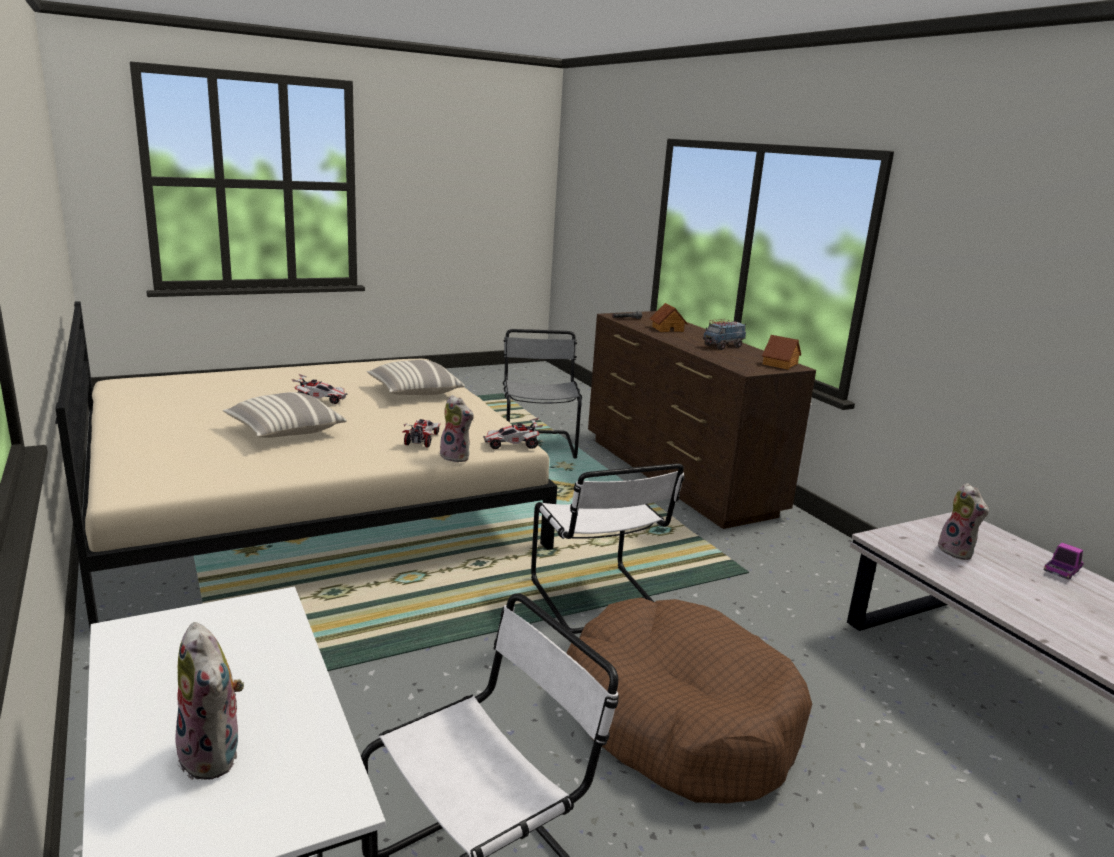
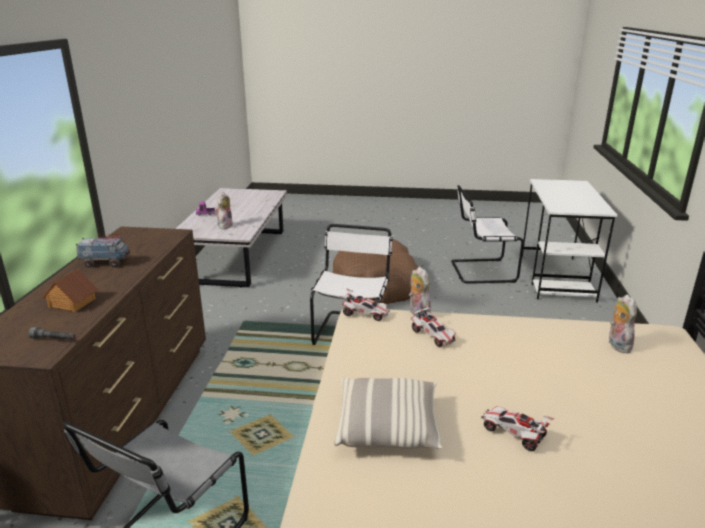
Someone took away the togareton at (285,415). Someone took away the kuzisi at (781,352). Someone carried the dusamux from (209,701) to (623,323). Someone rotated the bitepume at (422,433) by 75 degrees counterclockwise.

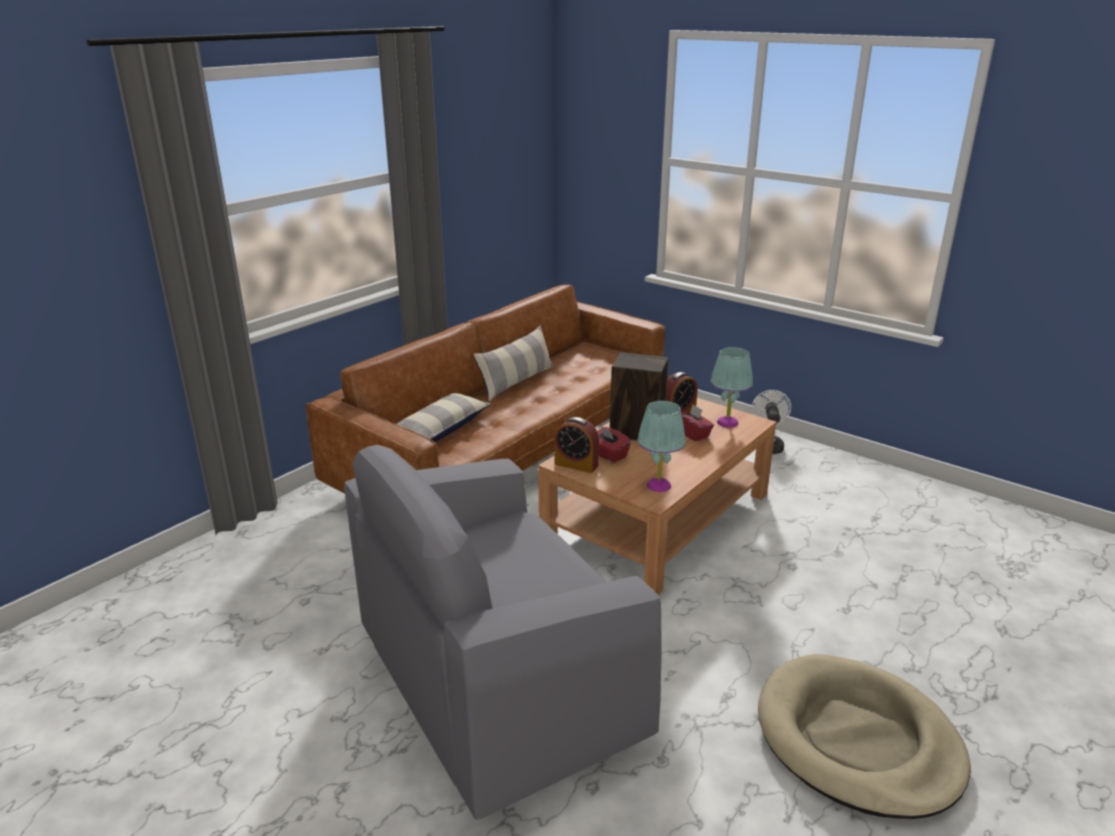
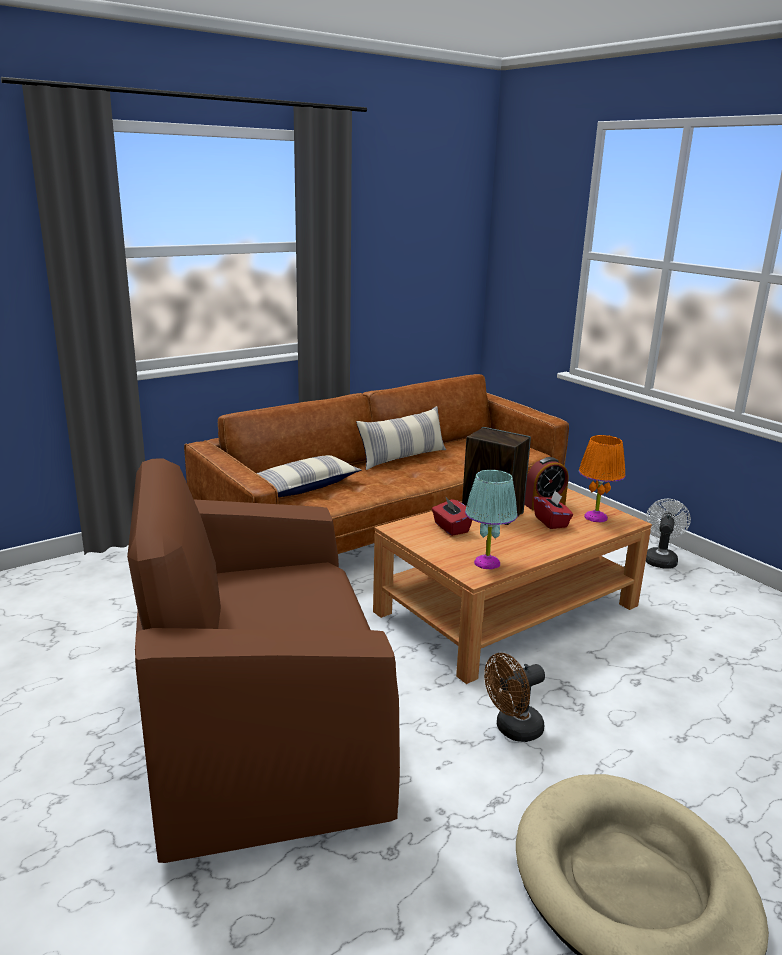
Someone took away the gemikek at (576,445). Someone put down the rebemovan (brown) at (514,697). Someone repainted the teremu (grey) at (503,632), which became the teremu (brown) at (263,660). Someone repainted the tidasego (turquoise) at (731,387), which became the tidasego (orange) at (602,478).

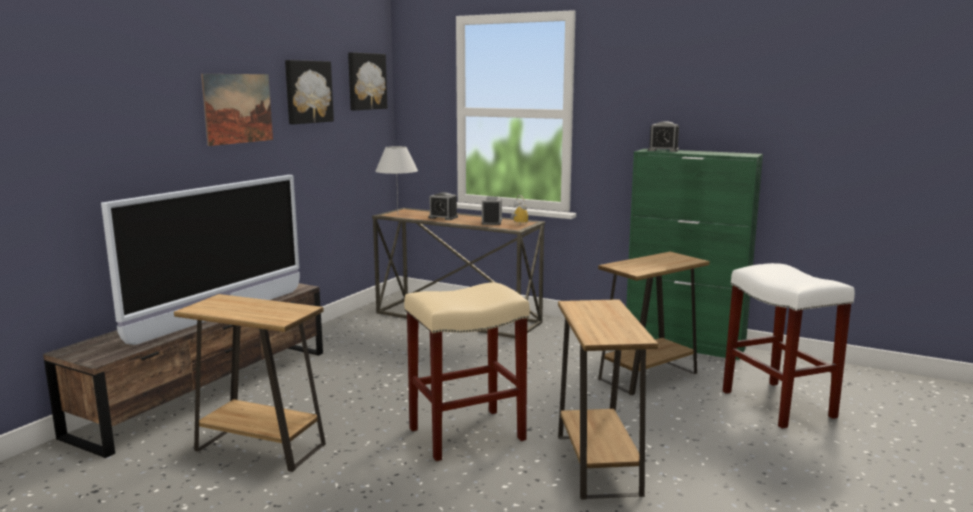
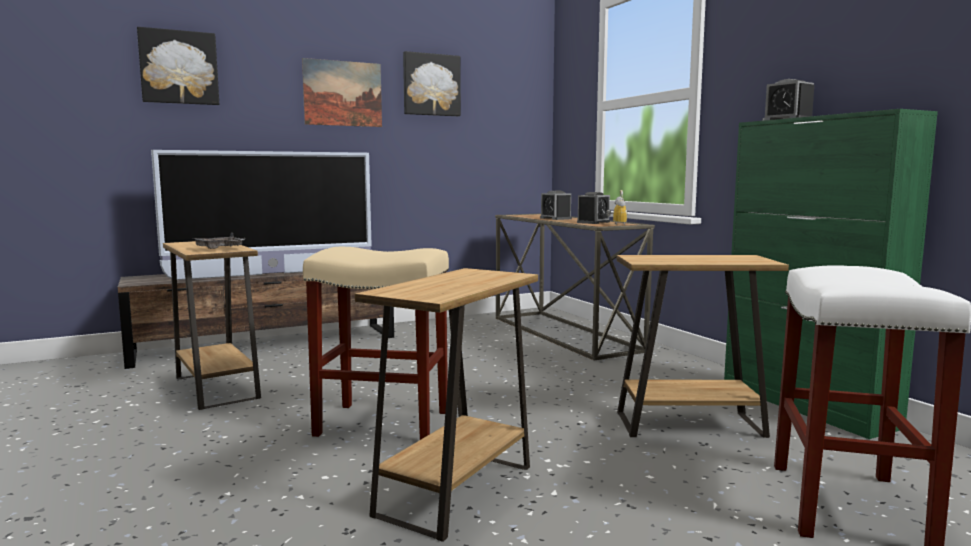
Someone took away the tidasego (white) at (396,176). Someone put down the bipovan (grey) at (219,241). Someone carried the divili from (367,81) to (178,66).

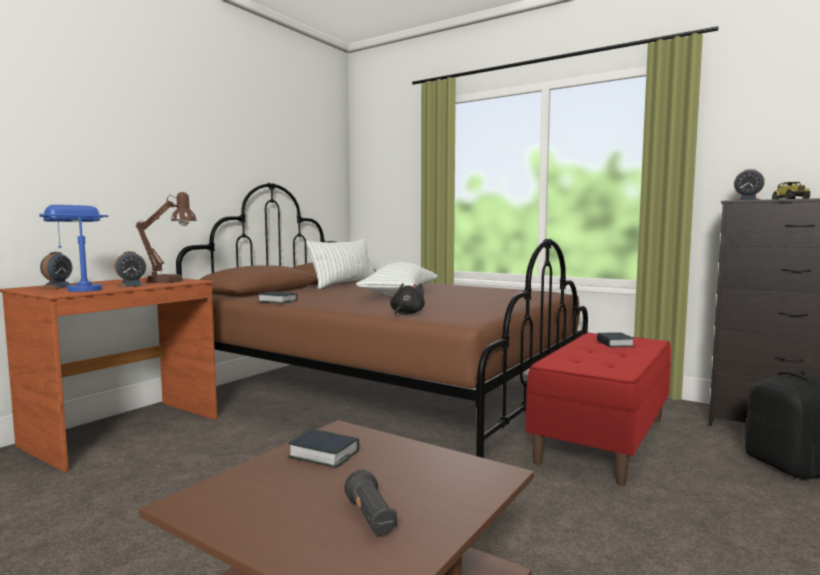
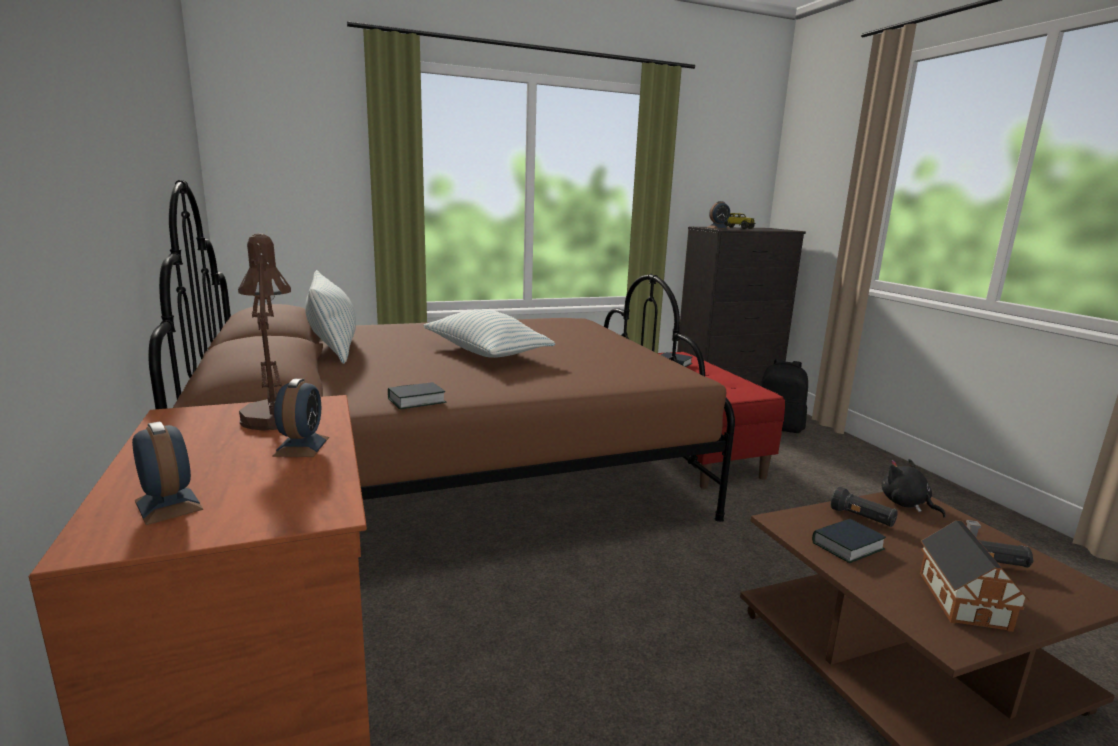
Someone took away the tidasego (blue) at (73,248). Someone put down the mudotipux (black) at (864,507). Someone put down the kuzisi at (975,576). Someone carried the dusamux (black) from (407,299) to (913,488).

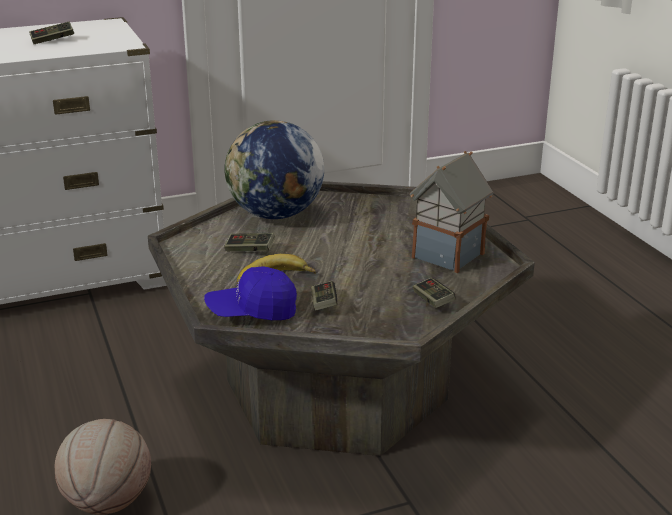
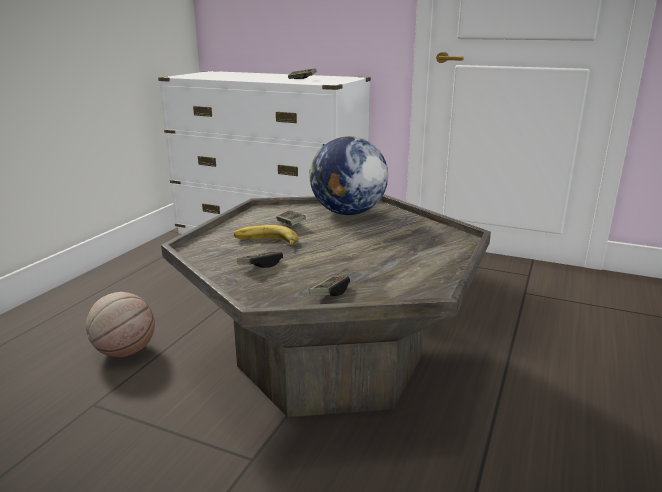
Someone took away the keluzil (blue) at (250,293). Someone took away the kuzisi at (451,212).

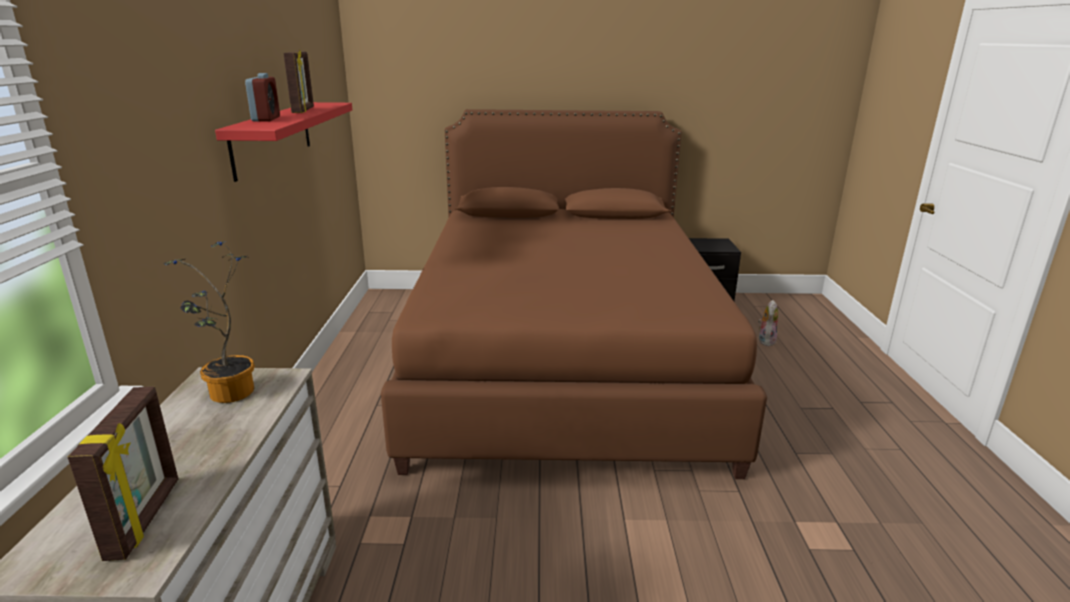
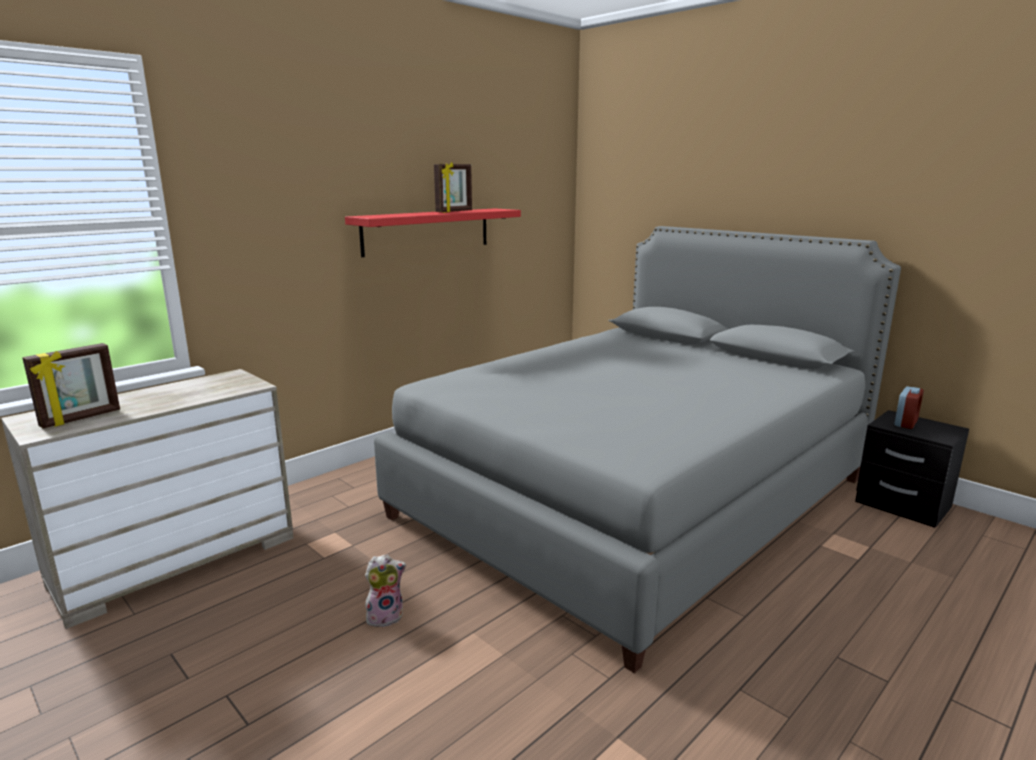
Someone took away the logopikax at (209,322). Someone carried the gemikek from (262,97) to (909,407). Someone carried the dusamux from (768,323) to (385,590). Someone repainted the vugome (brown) at (574,294), which became the vugome (grey) at (637,449).

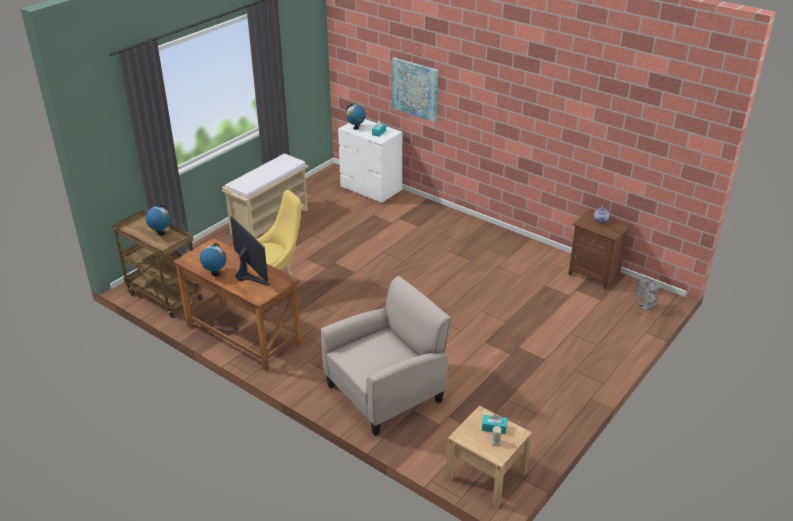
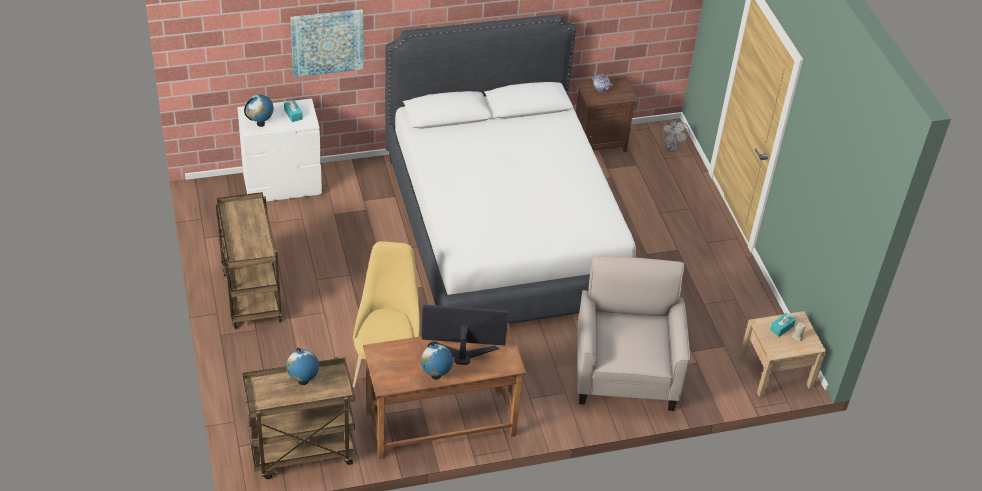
Someone put down the vugome (white) at (510,169). Someone swapped the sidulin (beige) at (265,196) for the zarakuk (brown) at (248,260).

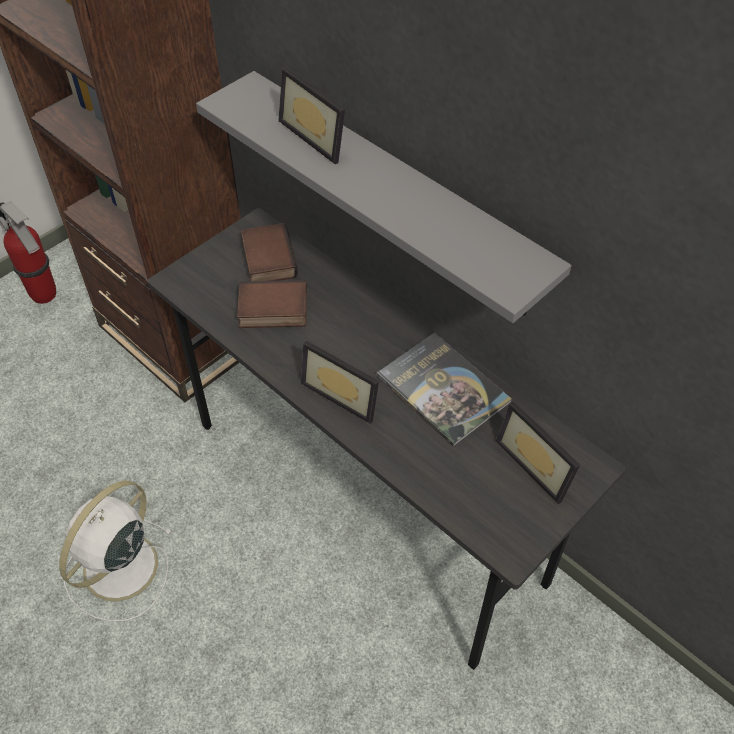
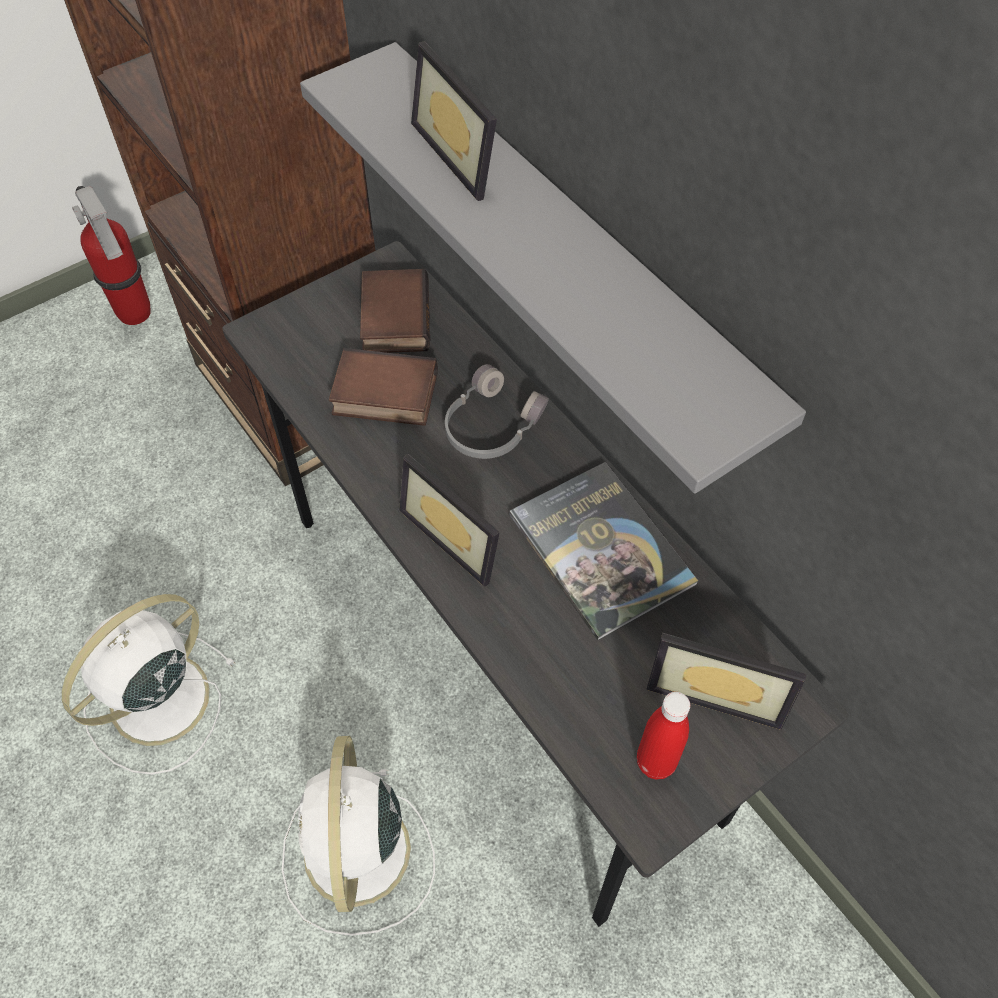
Someone put down the rebemovan (white) at (358,836). Someone put down the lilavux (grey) at (497,411). Someone put down the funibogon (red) at (663,735). Someone rotated the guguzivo at (537,452) by 45 degrees counterclockwise.

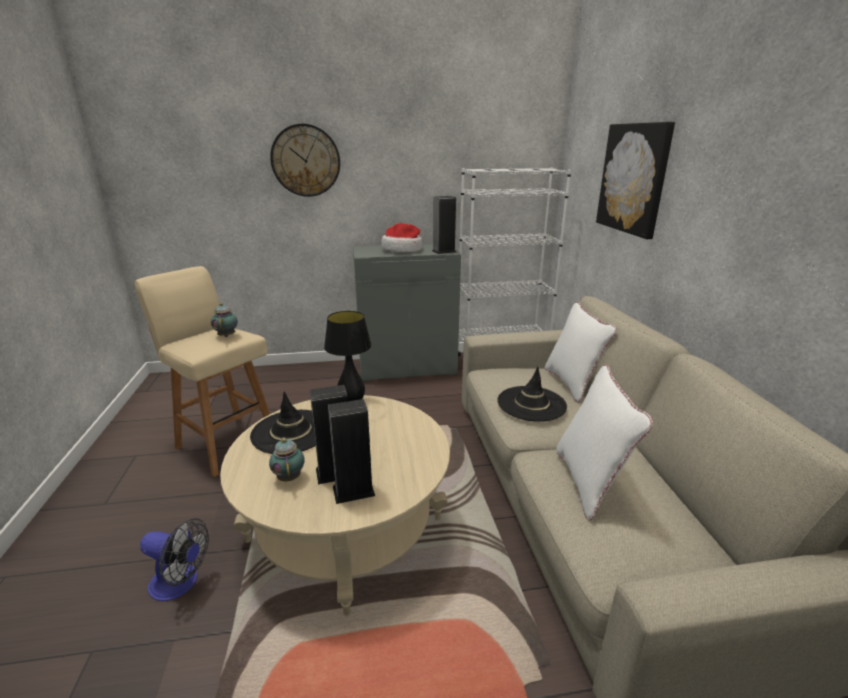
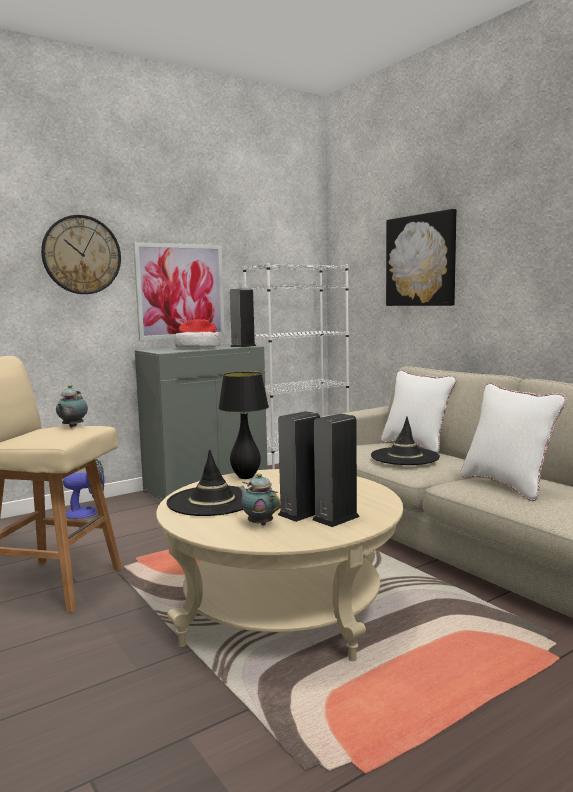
Someone put up the divili at (179,291). Someone carried the rebemovan from (174,559) to (83,489). Someone rotated the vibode at (224,320) by 135 degrees counterclockwise.

